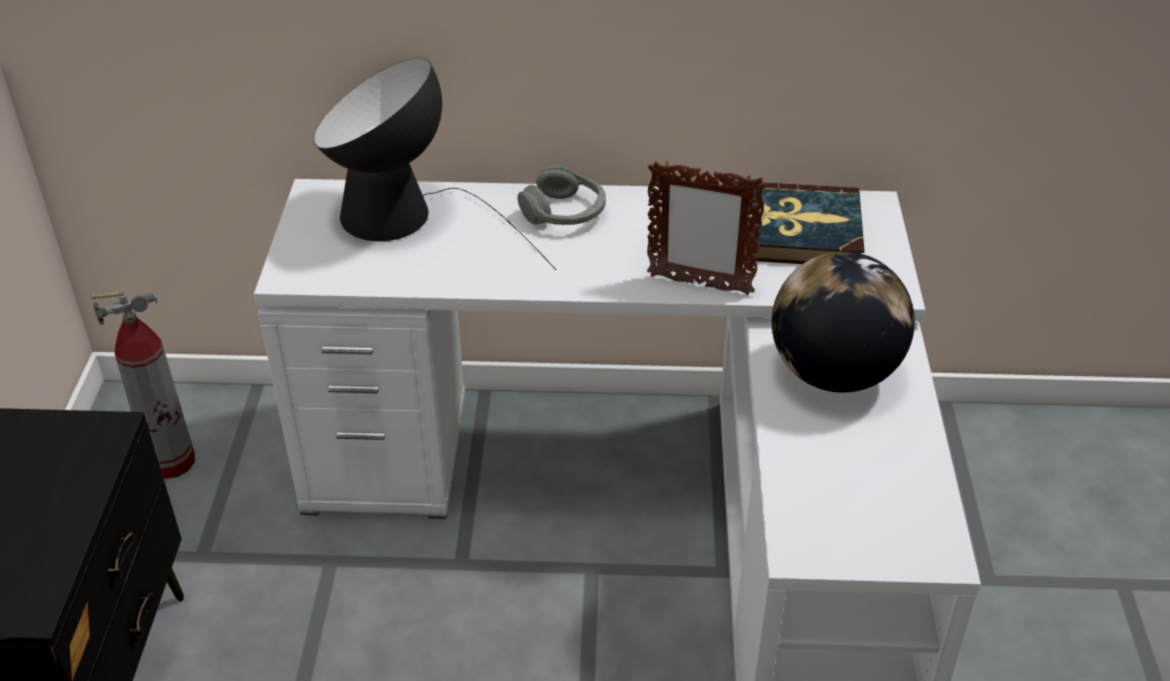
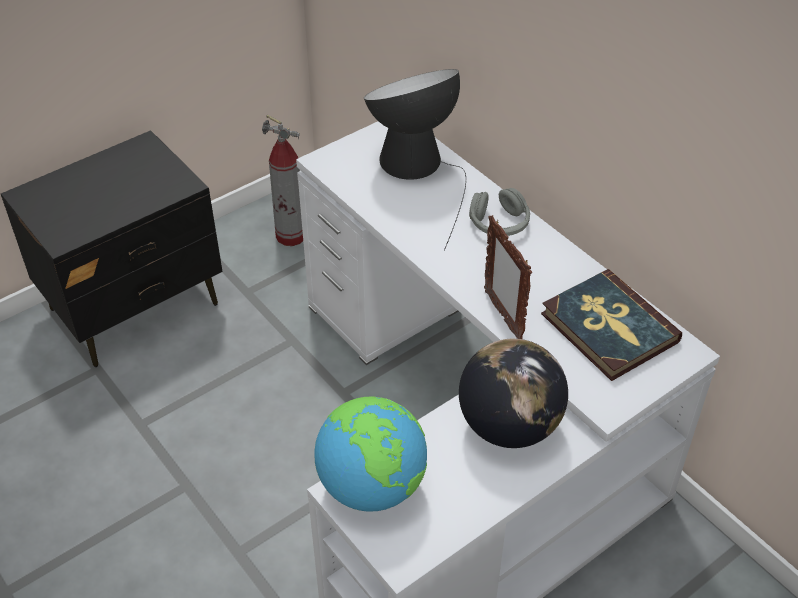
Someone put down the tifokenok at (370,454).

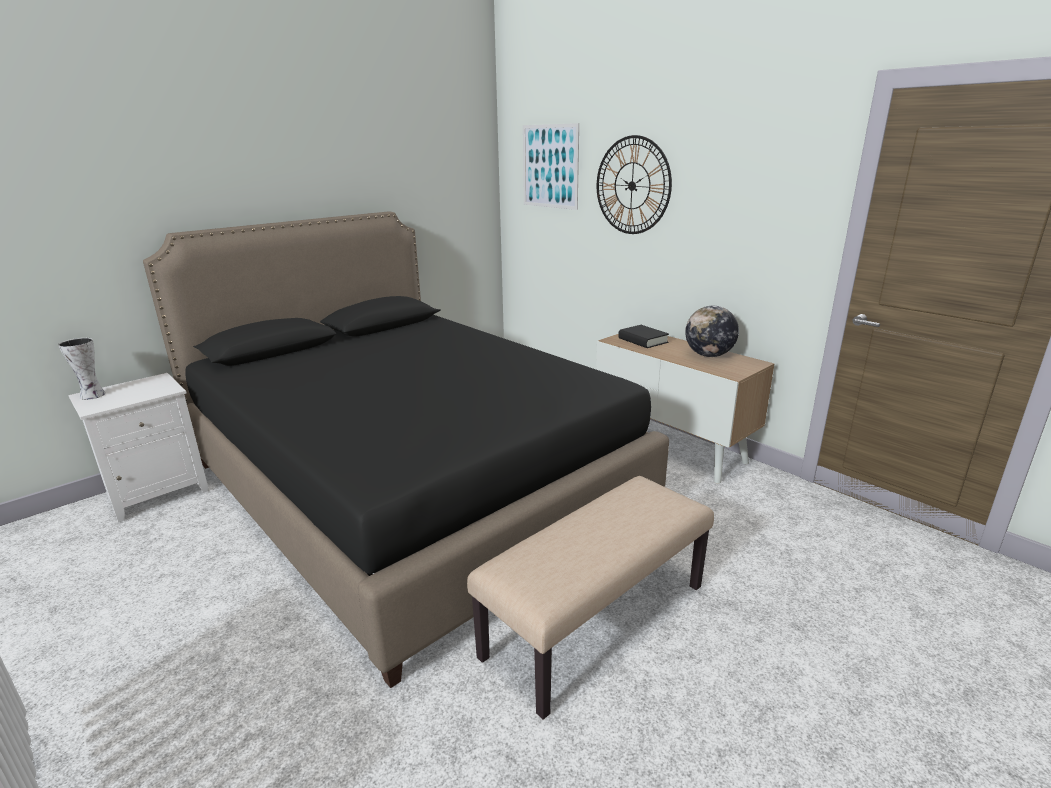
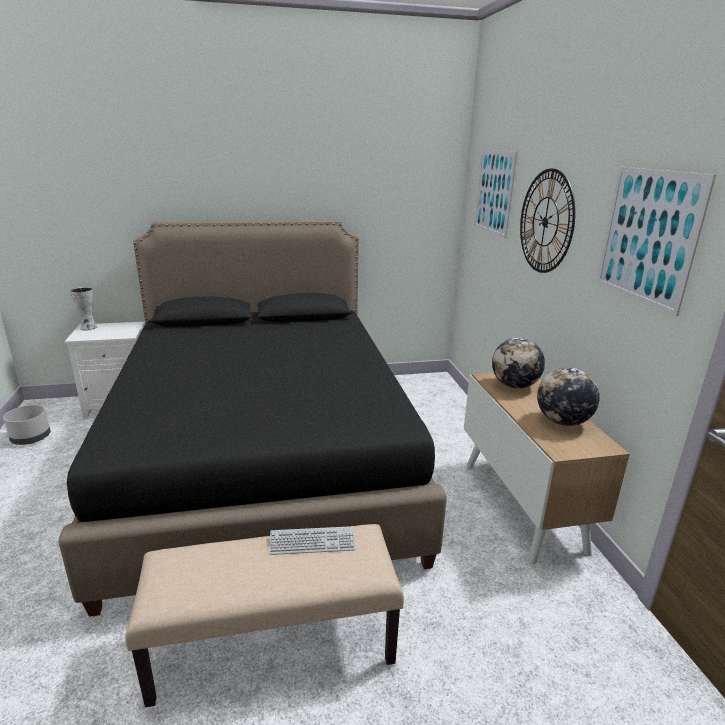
Someone put down the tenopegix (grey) at (26,425). Someone put down the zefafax at (312,540). Someone put up the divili at (656,241). Someone swapped the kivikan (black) at (643,336) for the tifokenok at (518,363).

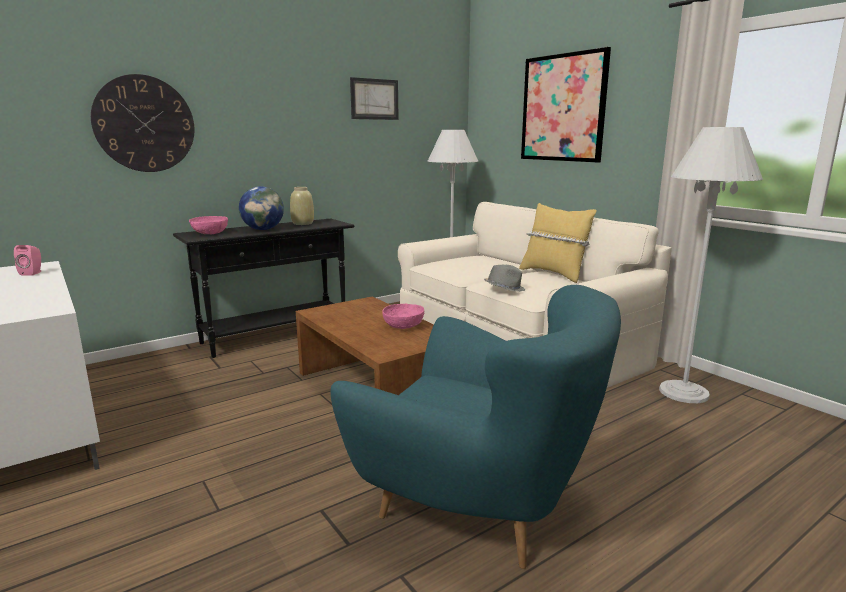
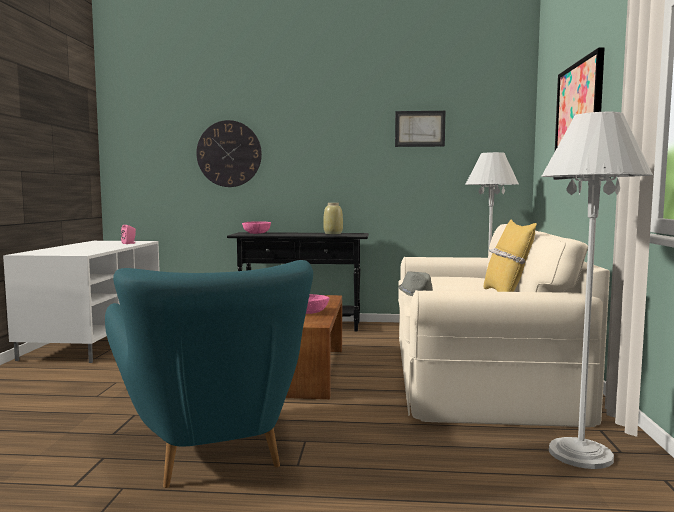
Someone took away the tifokenok at (261,208).

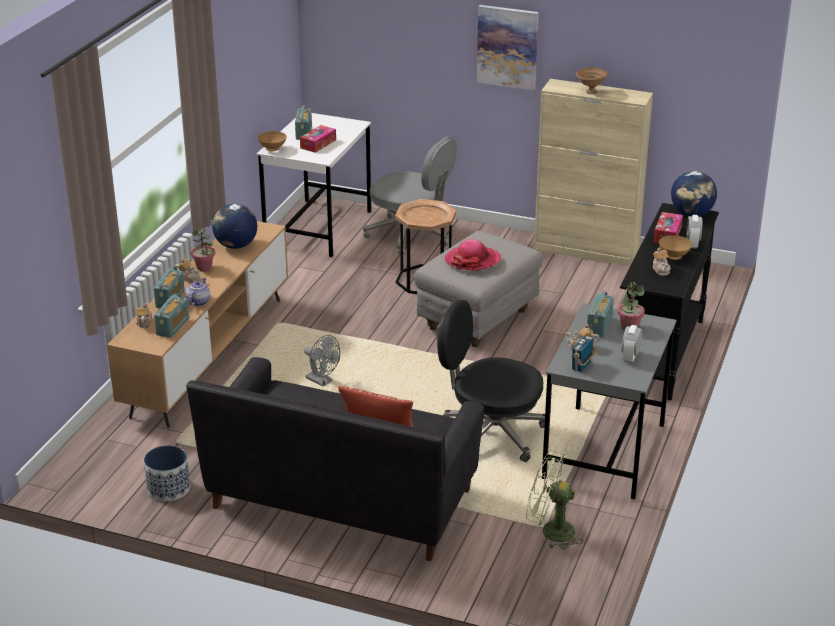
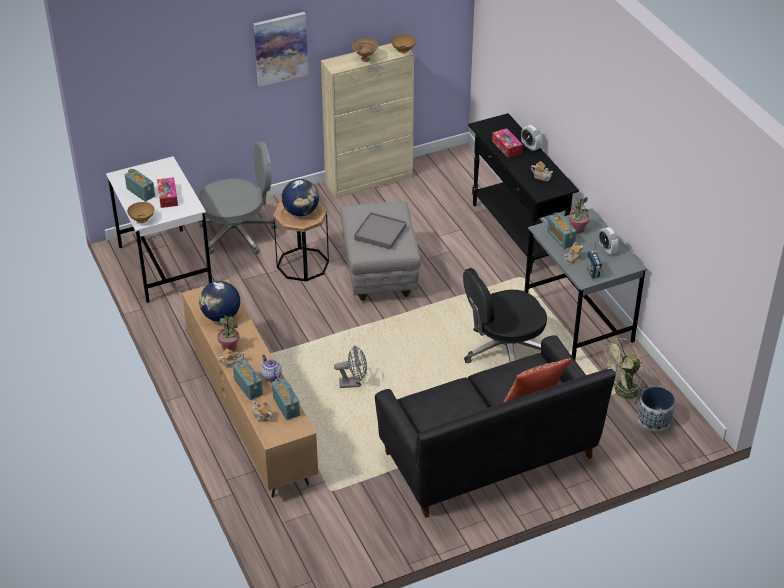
Someone carried the tenopegix from (167,473) to (656,409). Someone carried the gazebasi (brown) from (675,247) to (403,43). Someone carried the tifokenok from (694,193) to (300,197). Someone swapped the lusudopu at (472,255) for the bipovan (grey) at (380,231).

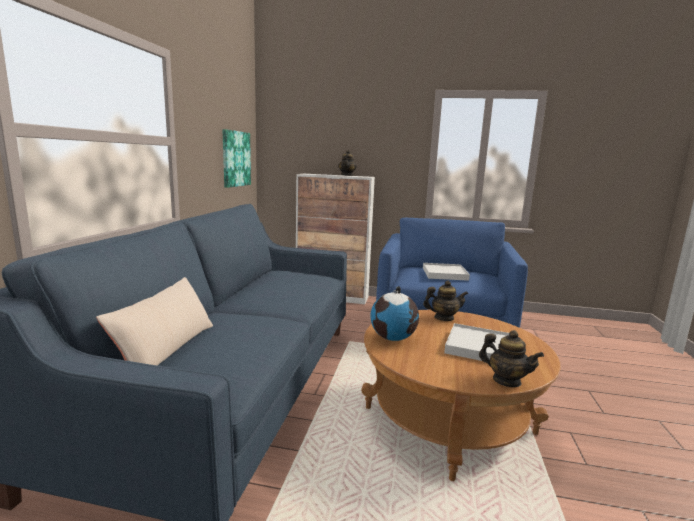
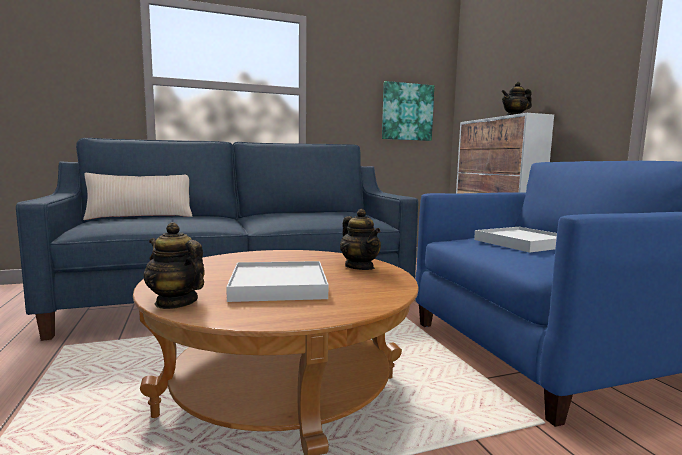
Someone took away the tifokenok at (395,313). Someone rotated the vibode at (511,358) by 120 degrees clockwise.

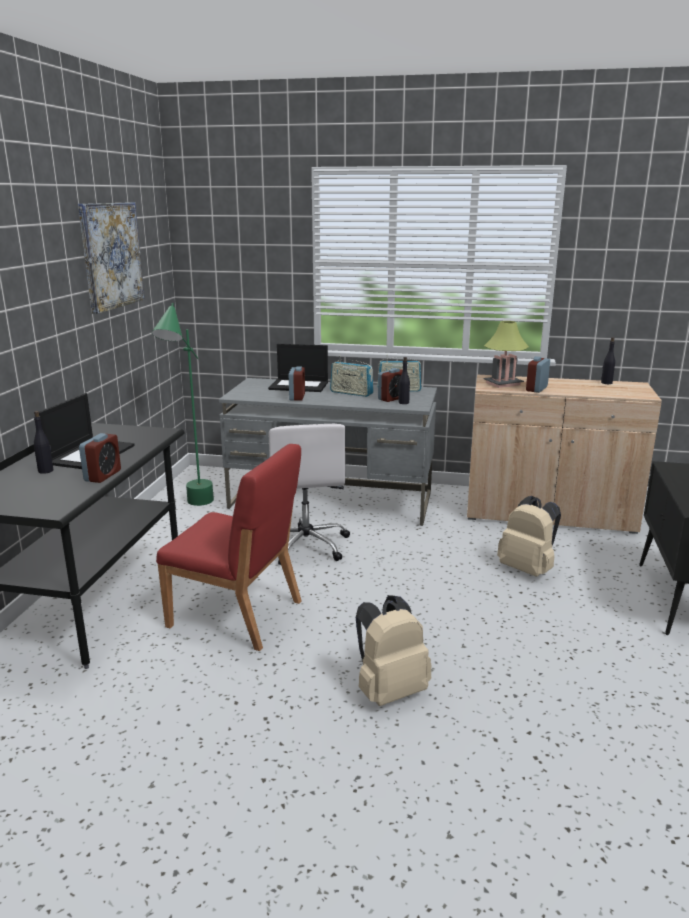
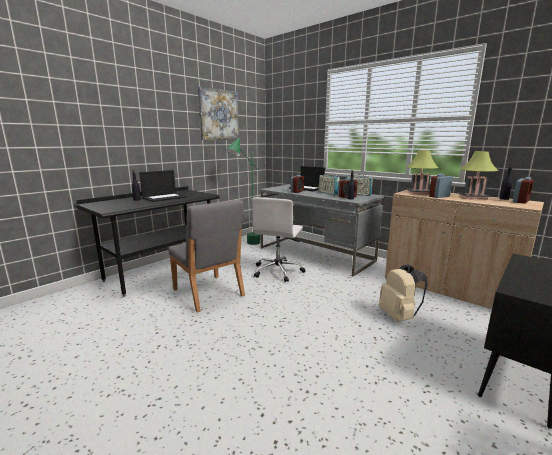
Someone took away the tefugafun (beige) at (393,650). Someone put down the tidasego at (478,175). Someone carried the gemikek from (100,458) to (523,190). Someone repainted the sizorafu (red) at (229,547), which became the sizorafu (grey) at (207,256).

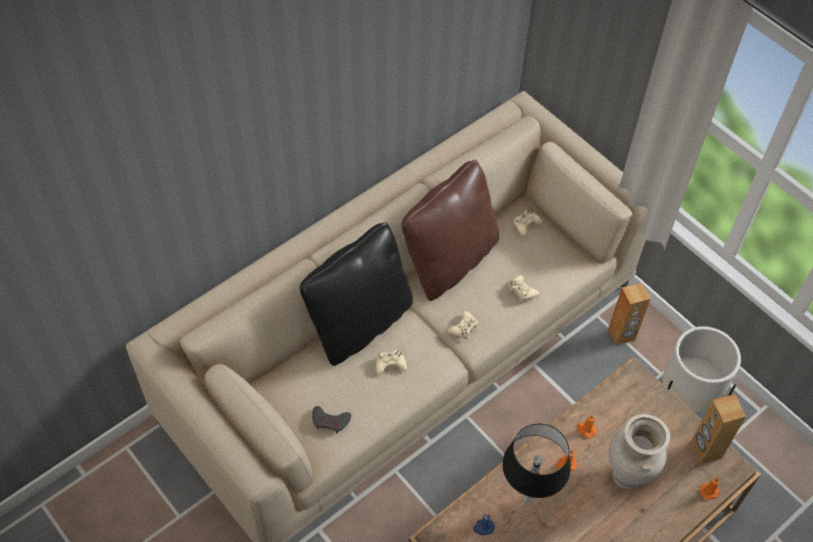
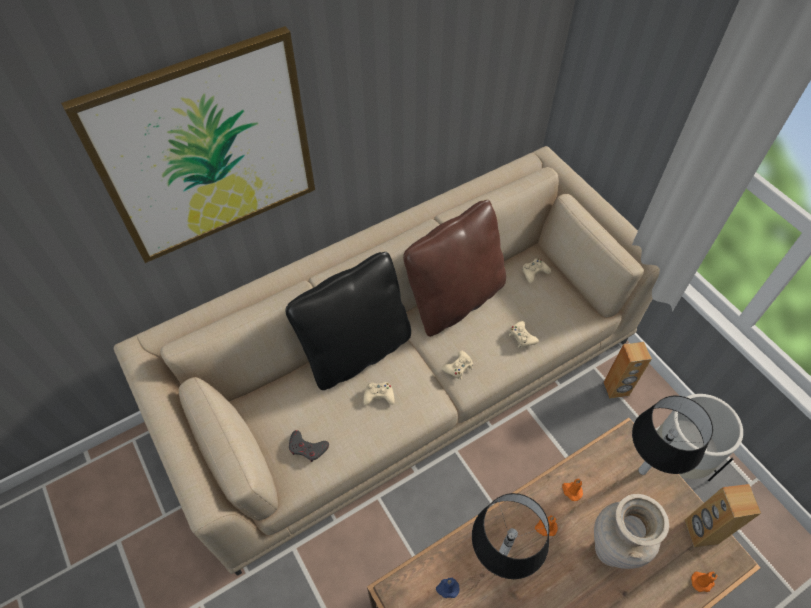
Someone put up the divili at (188,144). Someone put down the tidasego (black) at (672,435).

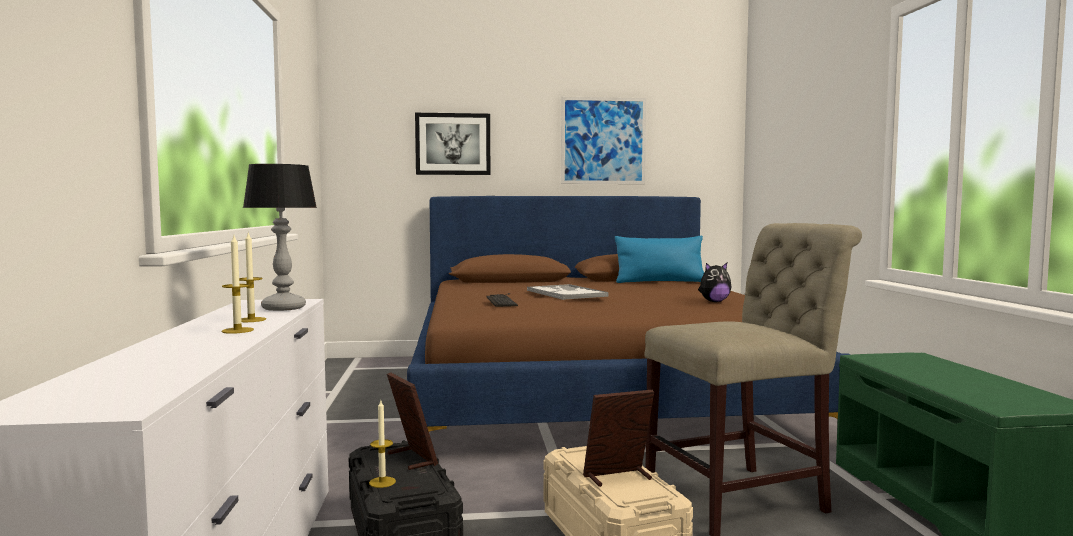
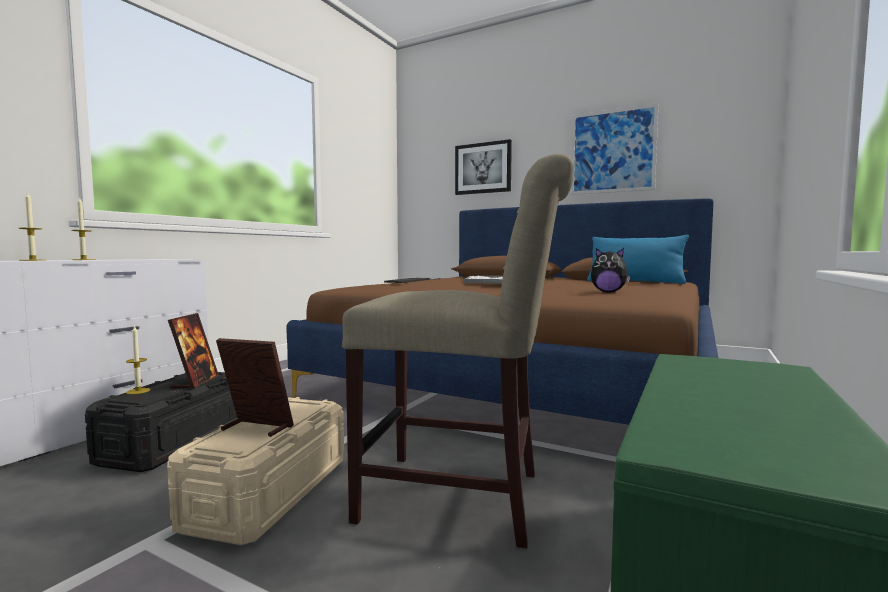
Someone took away the tidasego at (280,237).

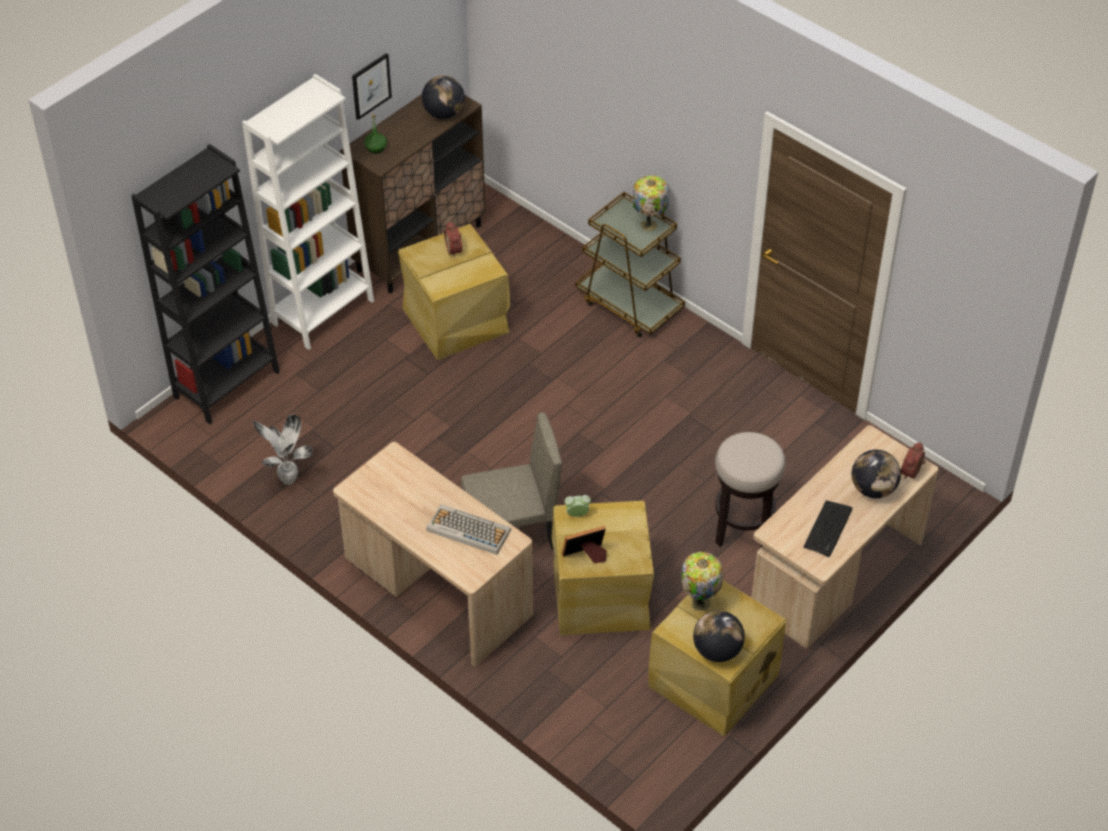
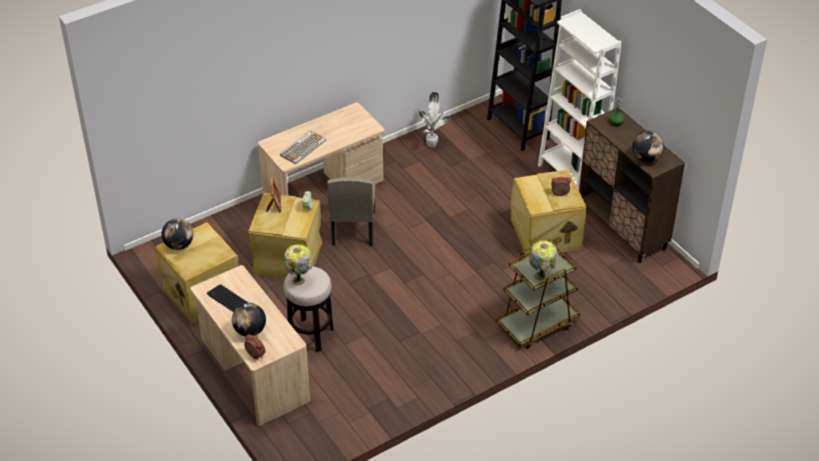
Someone took away the divili at (372,86). Someone carried the tidasego from (702,581) to (298,264).

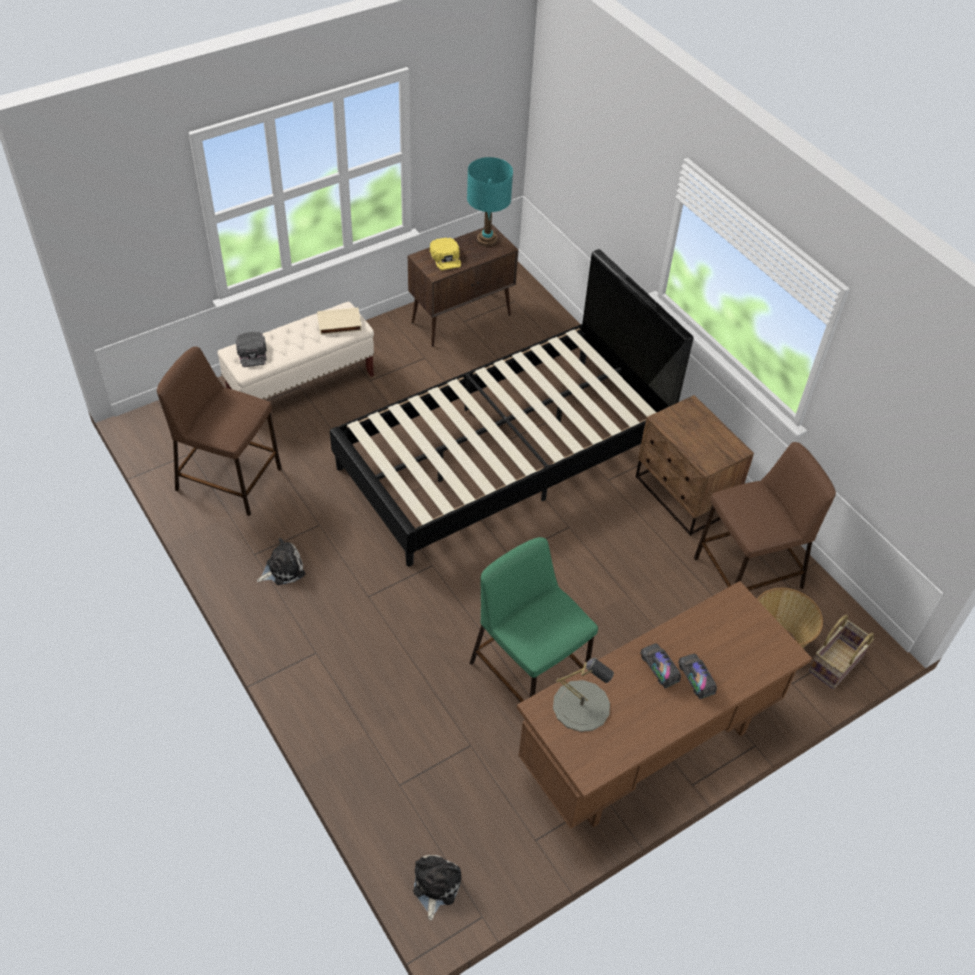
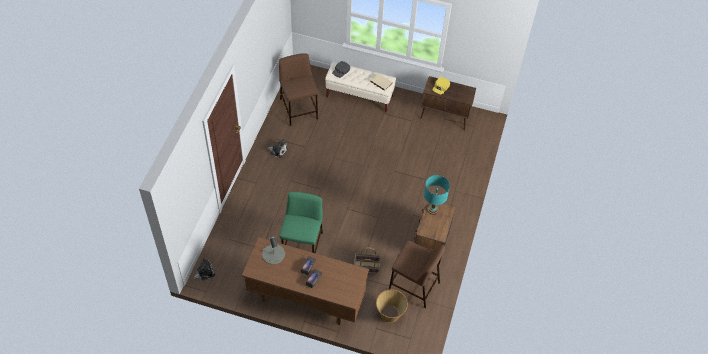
Someone took away the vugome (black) at (512,407). Someone carried the tidasego (turquoise) from (490,201) to (437,195). Someone carried the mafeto from (841,652) to (367,260).

